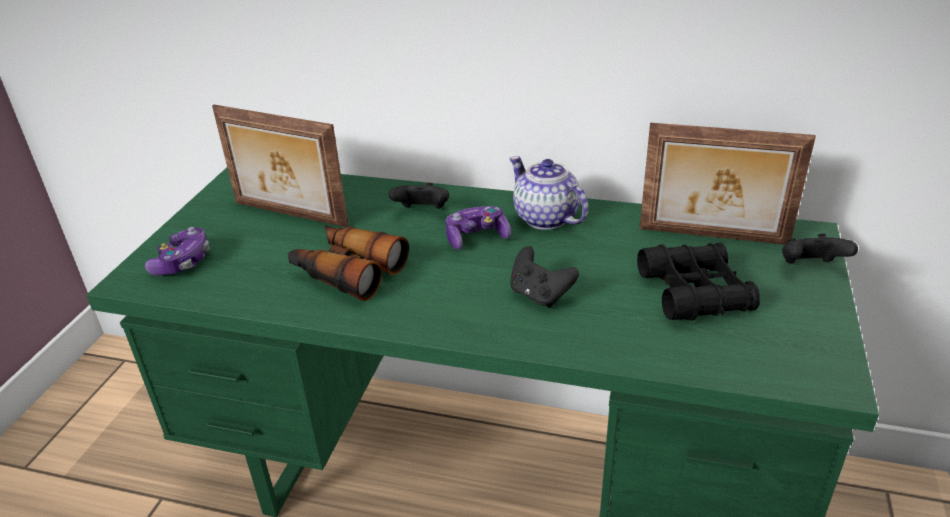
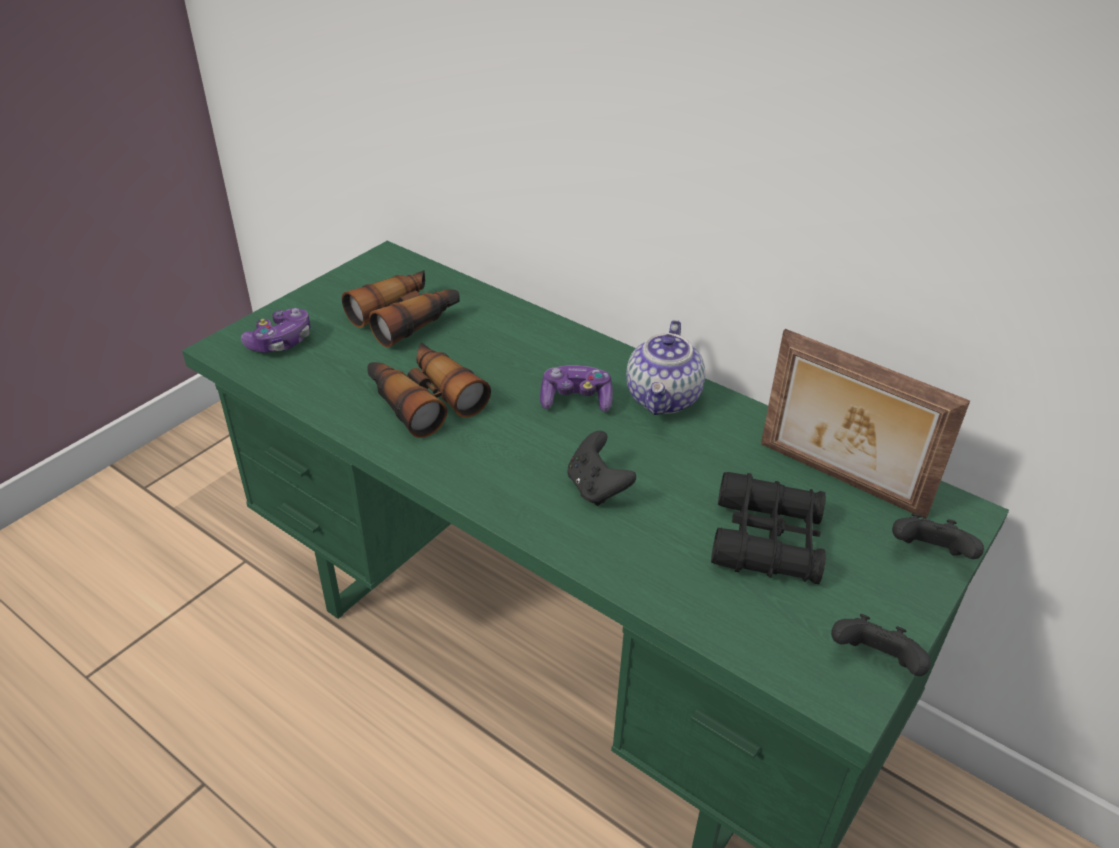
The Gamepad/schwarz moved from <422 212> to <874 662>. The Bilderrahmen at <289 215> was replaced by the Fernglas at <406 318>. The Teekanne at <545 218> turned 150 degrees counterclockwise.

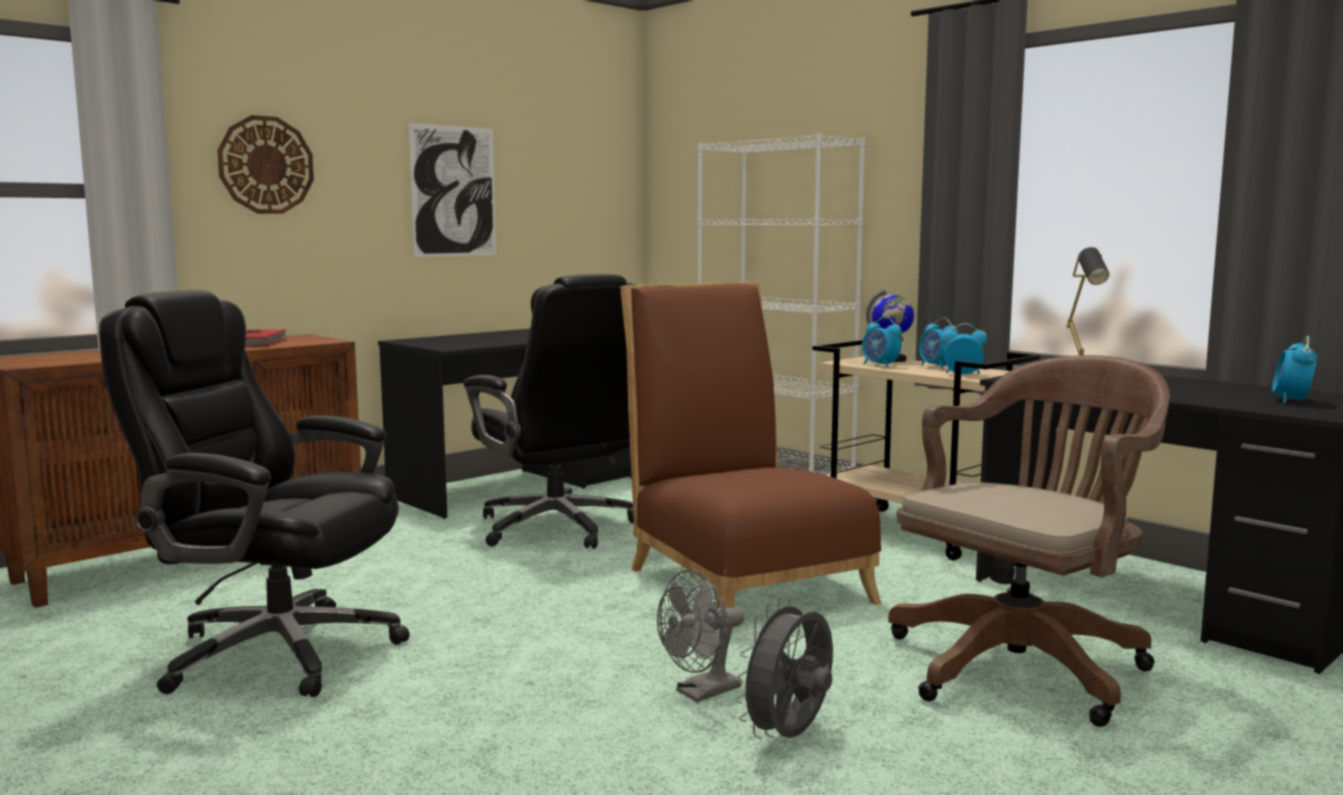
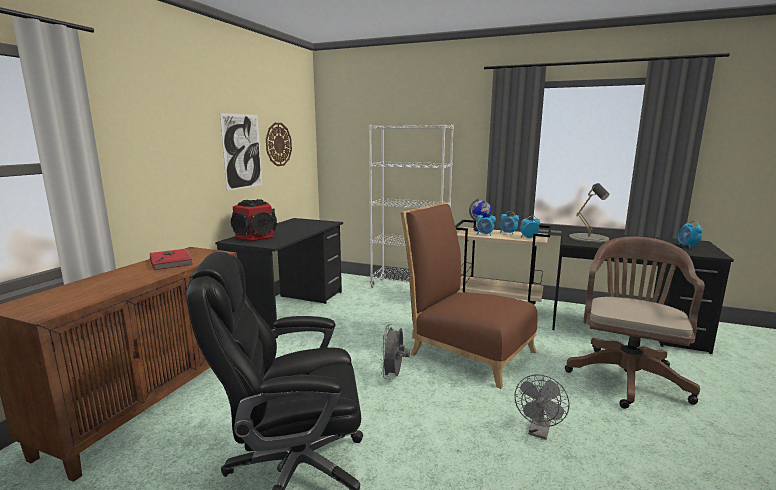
The Bürostuhl/schwarz at <558 528> disappeared. The Lautsprecher at <256 236> appeared. The Wanduhr moved from <266 165> to <278 144>. The Ventilator/grau moved from <789 737> to <394 375>.

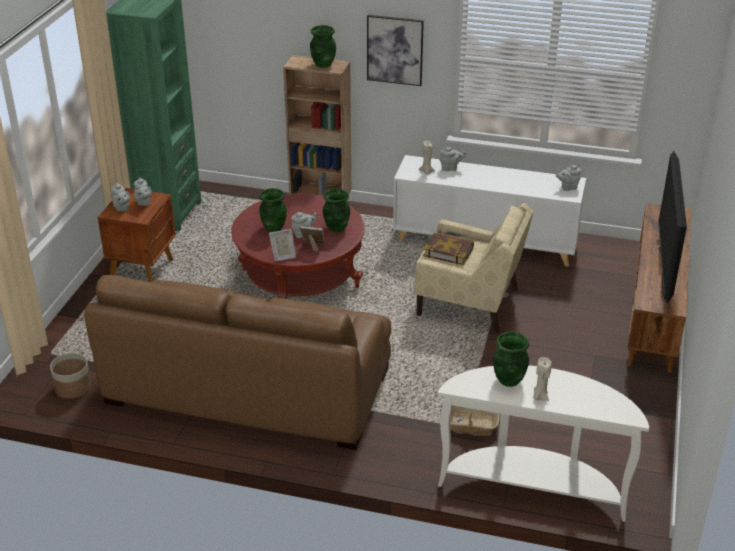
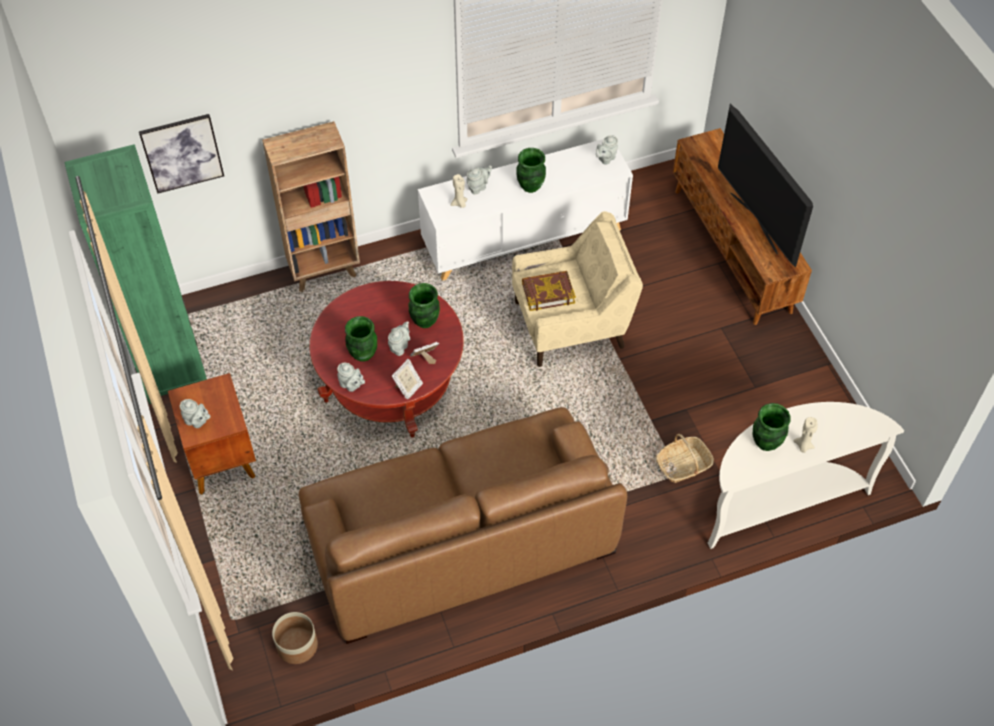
The Teekanne/grau moved from <143 203> to <351 385>. The Vase/grün moved from <323 64> to <530 186>. The Bild moved from <395 50> to <182 153>.

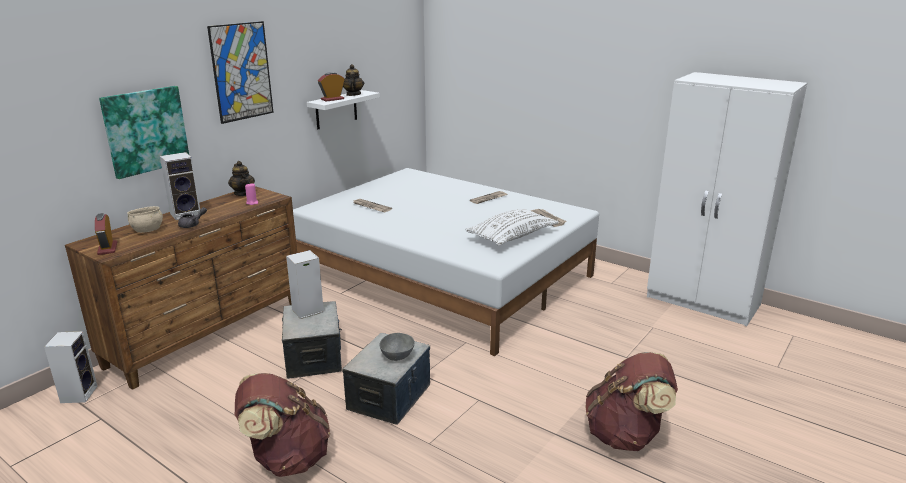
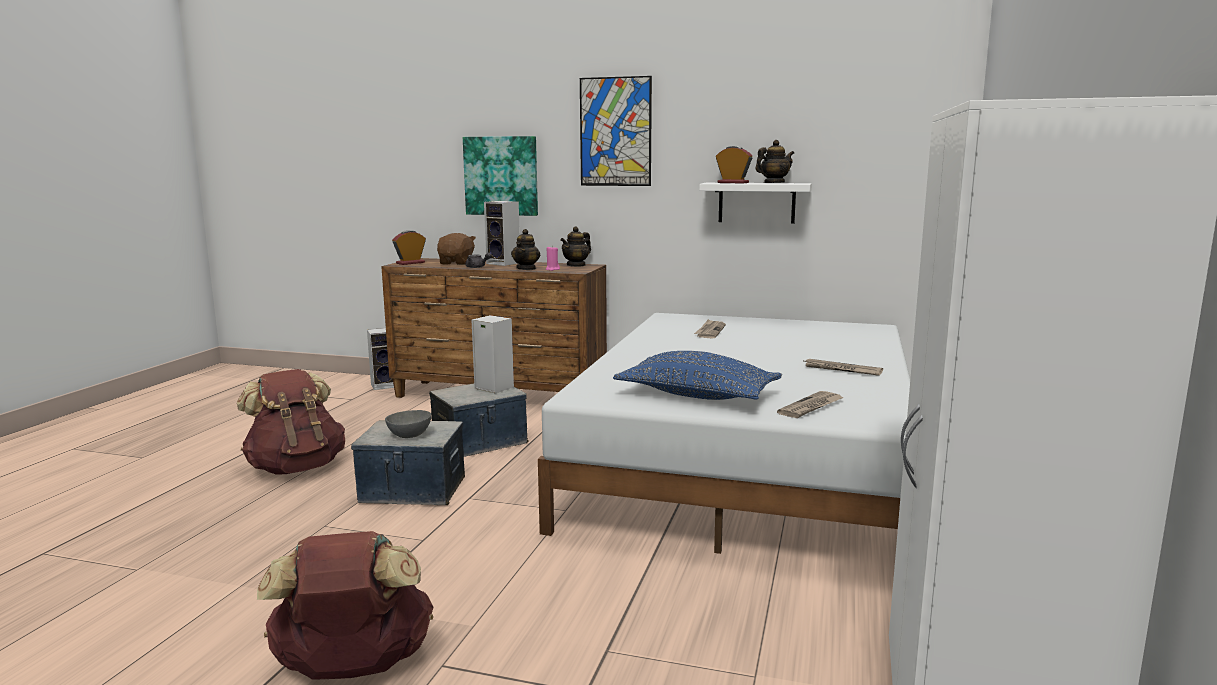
The Teekanne at <526 269> appeared. The Schüssel/beige at <148 230> was replaced by the Plüschtier/braun at <457 263>. The Kissen/weiß at <512 236> became the Kissen/blau at <697 395>.

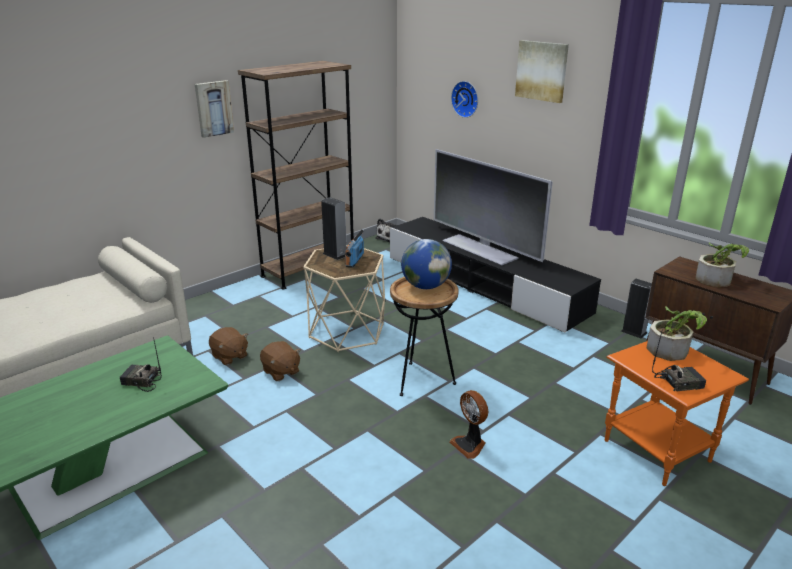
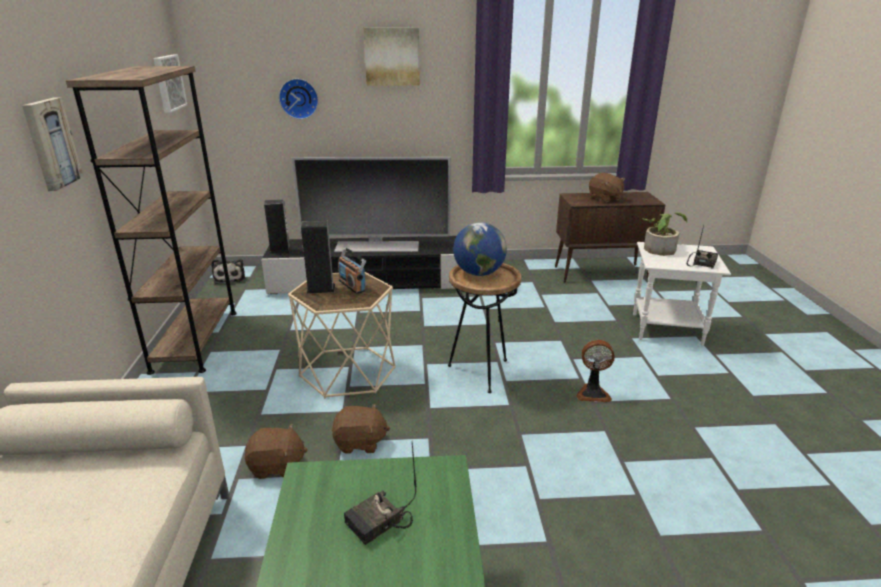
The Bild at <168 83> appeared. The Lautsprecher moved from <634 332> to <280 250>. The Topfpflanze at <717 279> was replaced by the Plüschtier/braun at <604 198>. The Beistelltisch/orange at <657 451> became the Beistelltisch/weiß at <667 329>.

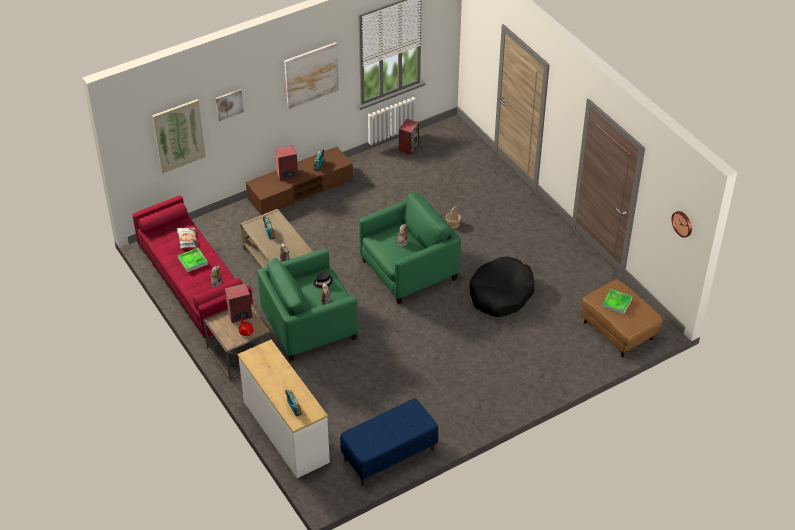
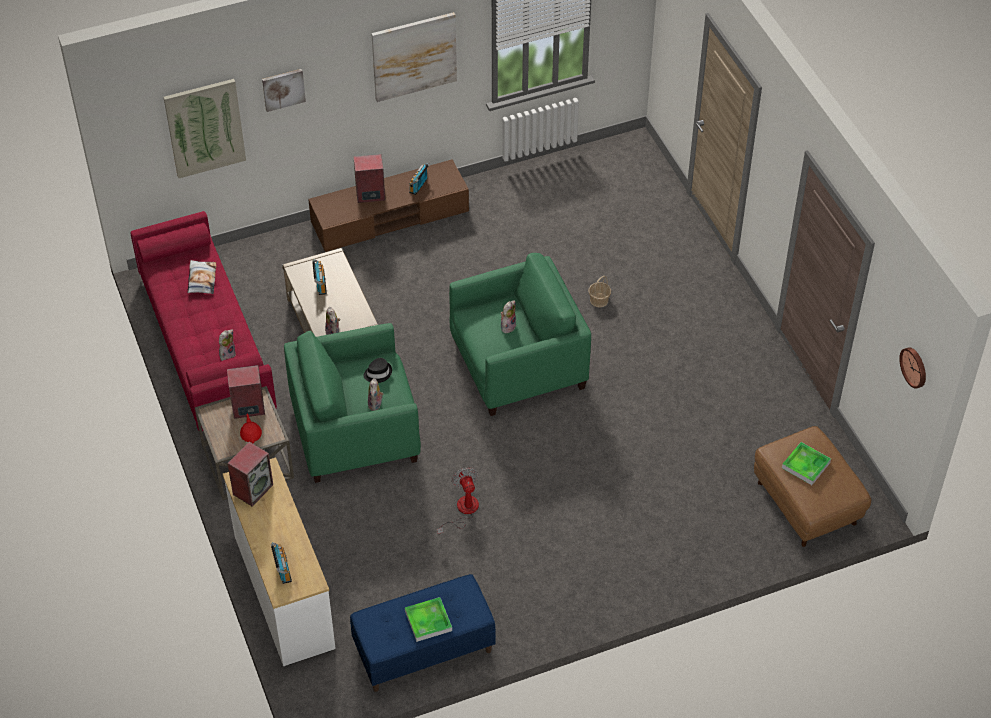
The Hundebett/schwarz at <501 294> disappeared. The Ventilator at <462 511> appeared. The Tablett moved from <192 261> to <428 621>. The Lautsprecher moved from <408 147> to <253 489>.

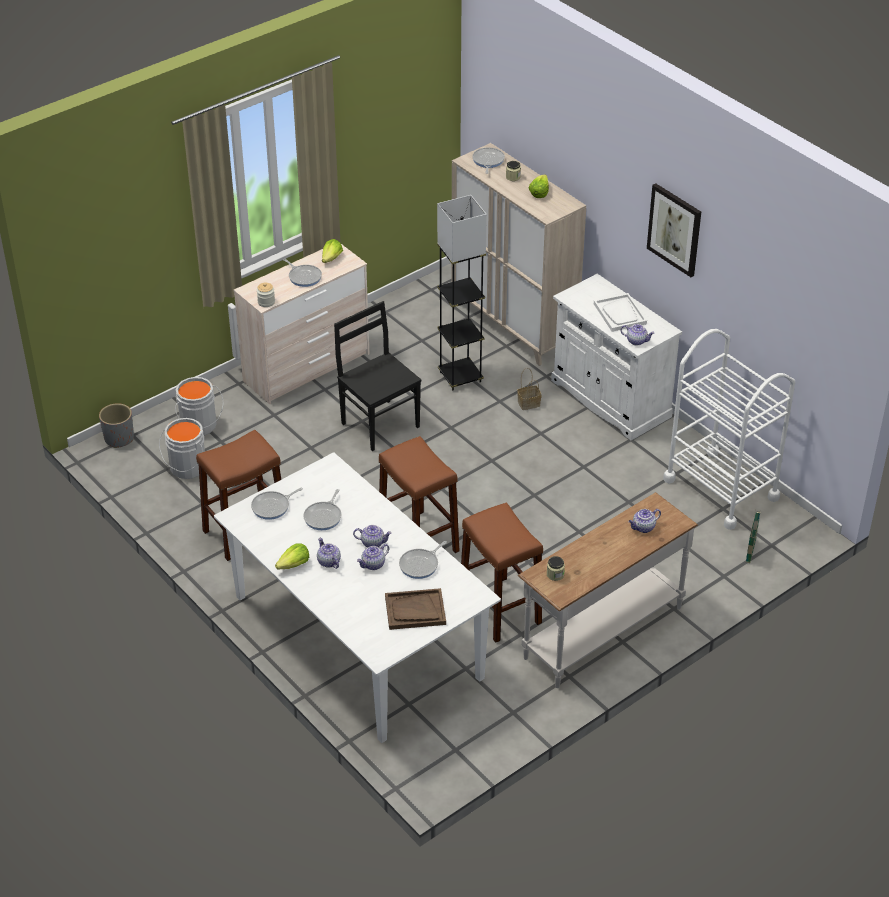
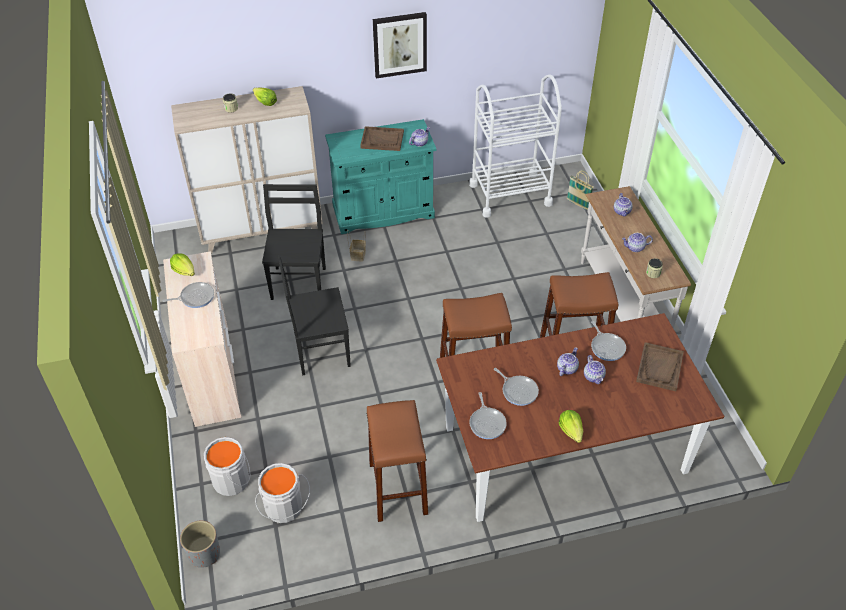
The Vorratsglas at <266 302> disappeared. The Pfanne at <488 161> disappeared. The Teekanne moved from <328 561> to <635 248>. The Stehlampe/grau at <460 377> was replaced by the Stuhl/schwarz at <299 282>. The Esstisch/weiß at <358 637> became the Esstisch/braun at <564 449>. The Schrank/weiß at <610 399> became the Schrank/türkis at <383 211>. The Tablett/weiß at <620 314> became the Tablett/braun at <382 140>.

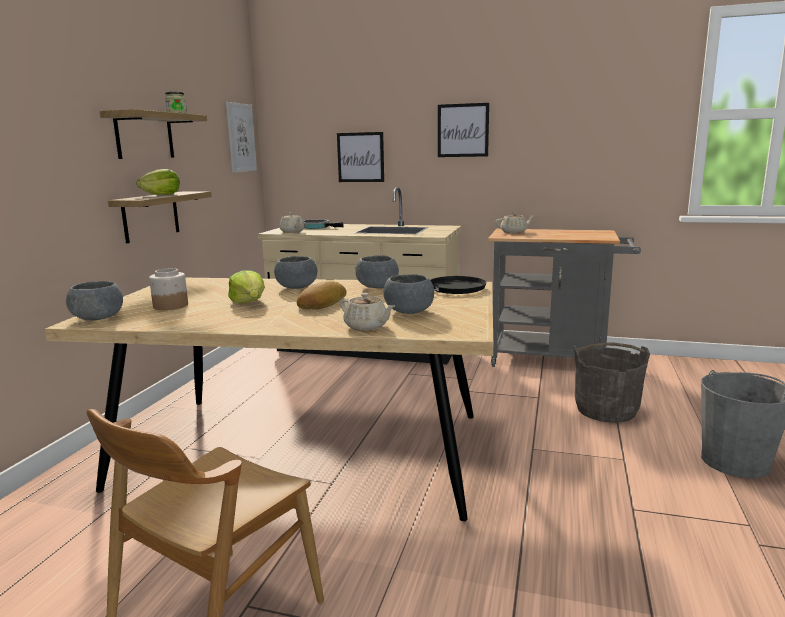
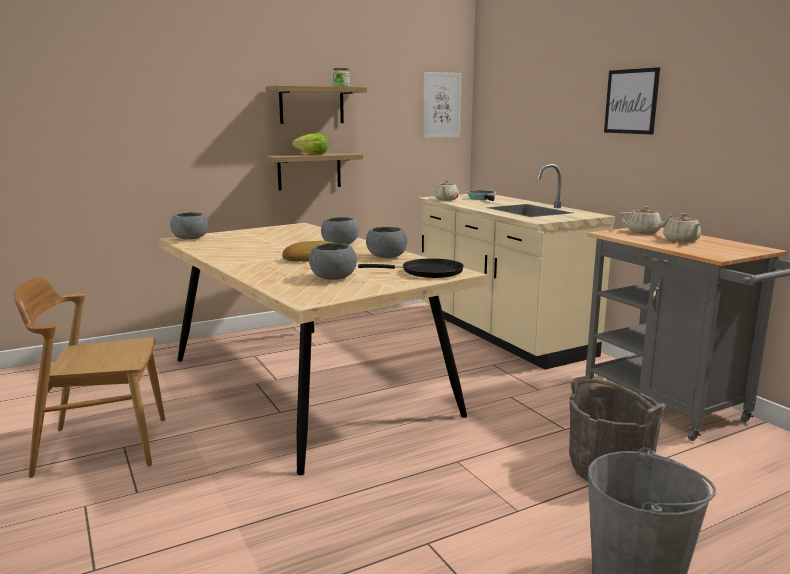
The Vorratsglas at <170 306> disappeared. The Salatkopf at <249 302> disappeared. The Bild at <360 157> disappeared. The Teekanne/beige moved from <367 327> to <681 240>.

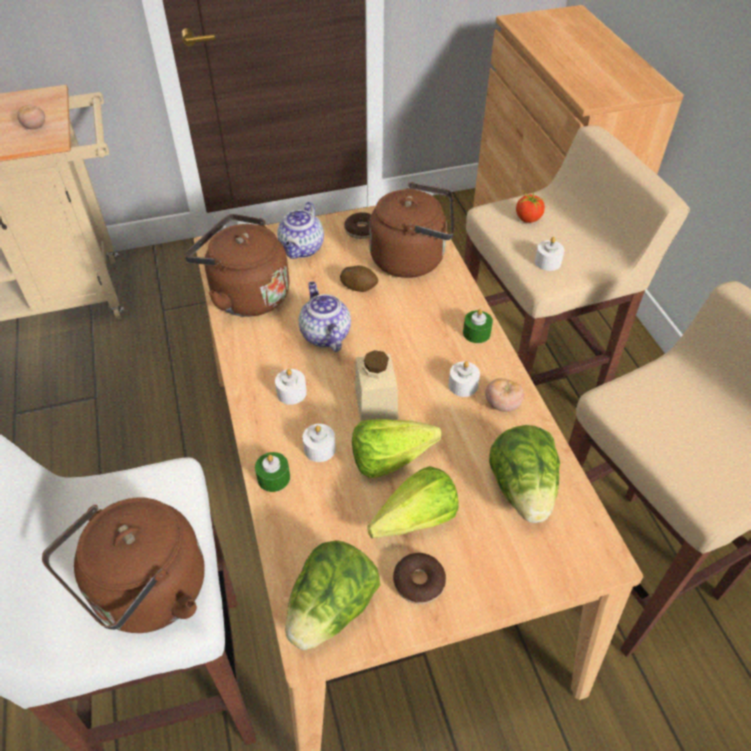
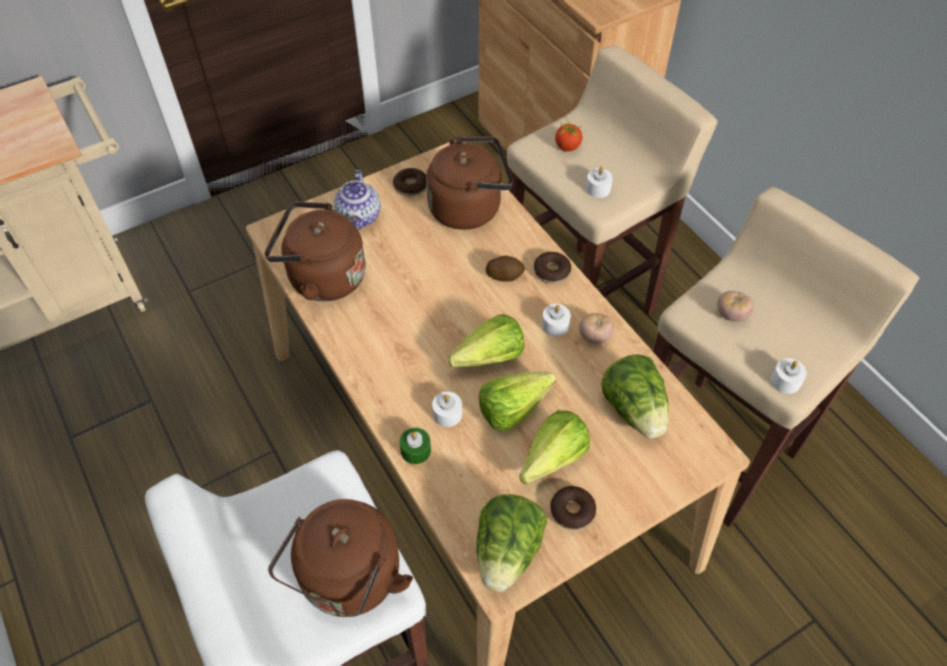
The Teekanne at <324 334> disappeared. The Tomate moved from <35 127> to <731 314>. The Kerze/weiß moved from <291 393> to <785 381>. The Kartoffel moved from <359 286> to <504 275>. The Vorratsglas/beige at <376 403> was replaced by the Salatkopf at <483 359>. The Kerze/grün at <476 333> was replaced by the Donut at <552 272>.

